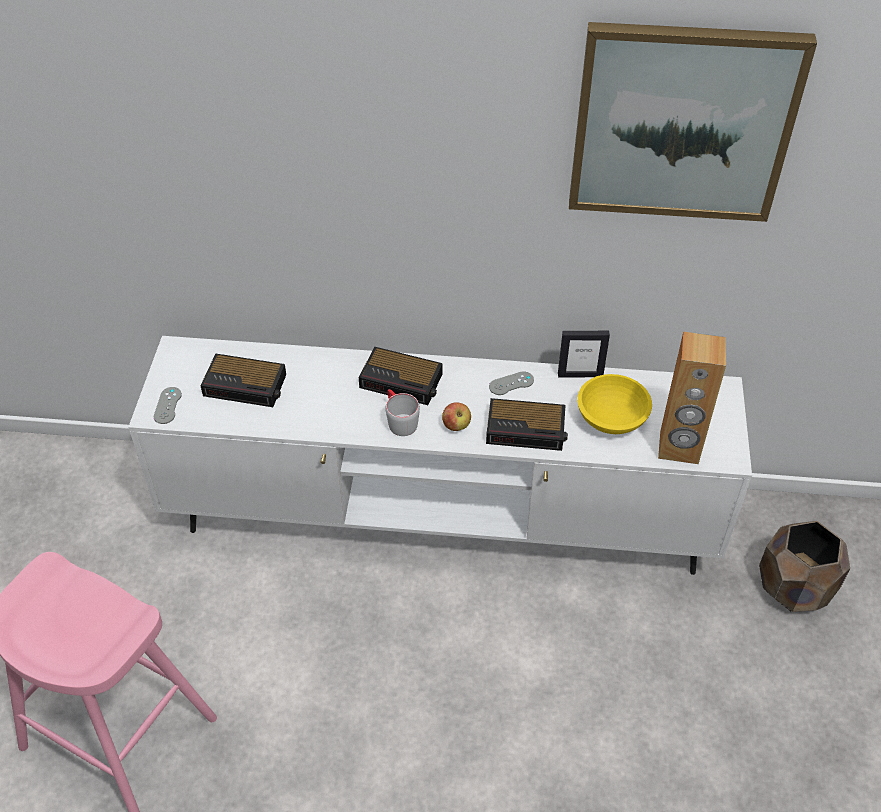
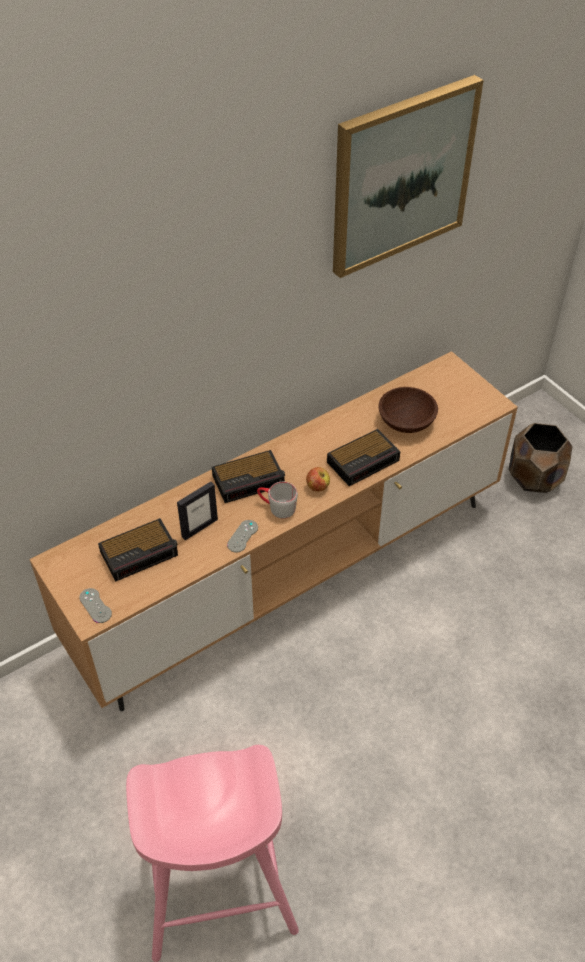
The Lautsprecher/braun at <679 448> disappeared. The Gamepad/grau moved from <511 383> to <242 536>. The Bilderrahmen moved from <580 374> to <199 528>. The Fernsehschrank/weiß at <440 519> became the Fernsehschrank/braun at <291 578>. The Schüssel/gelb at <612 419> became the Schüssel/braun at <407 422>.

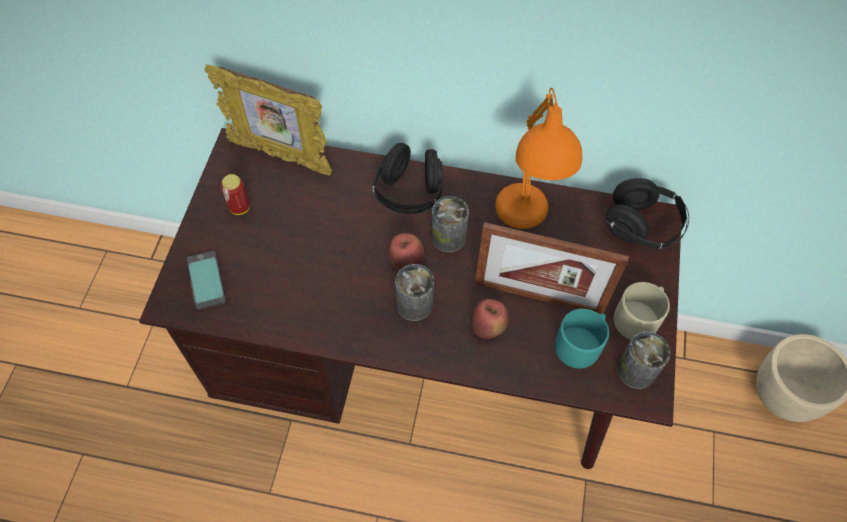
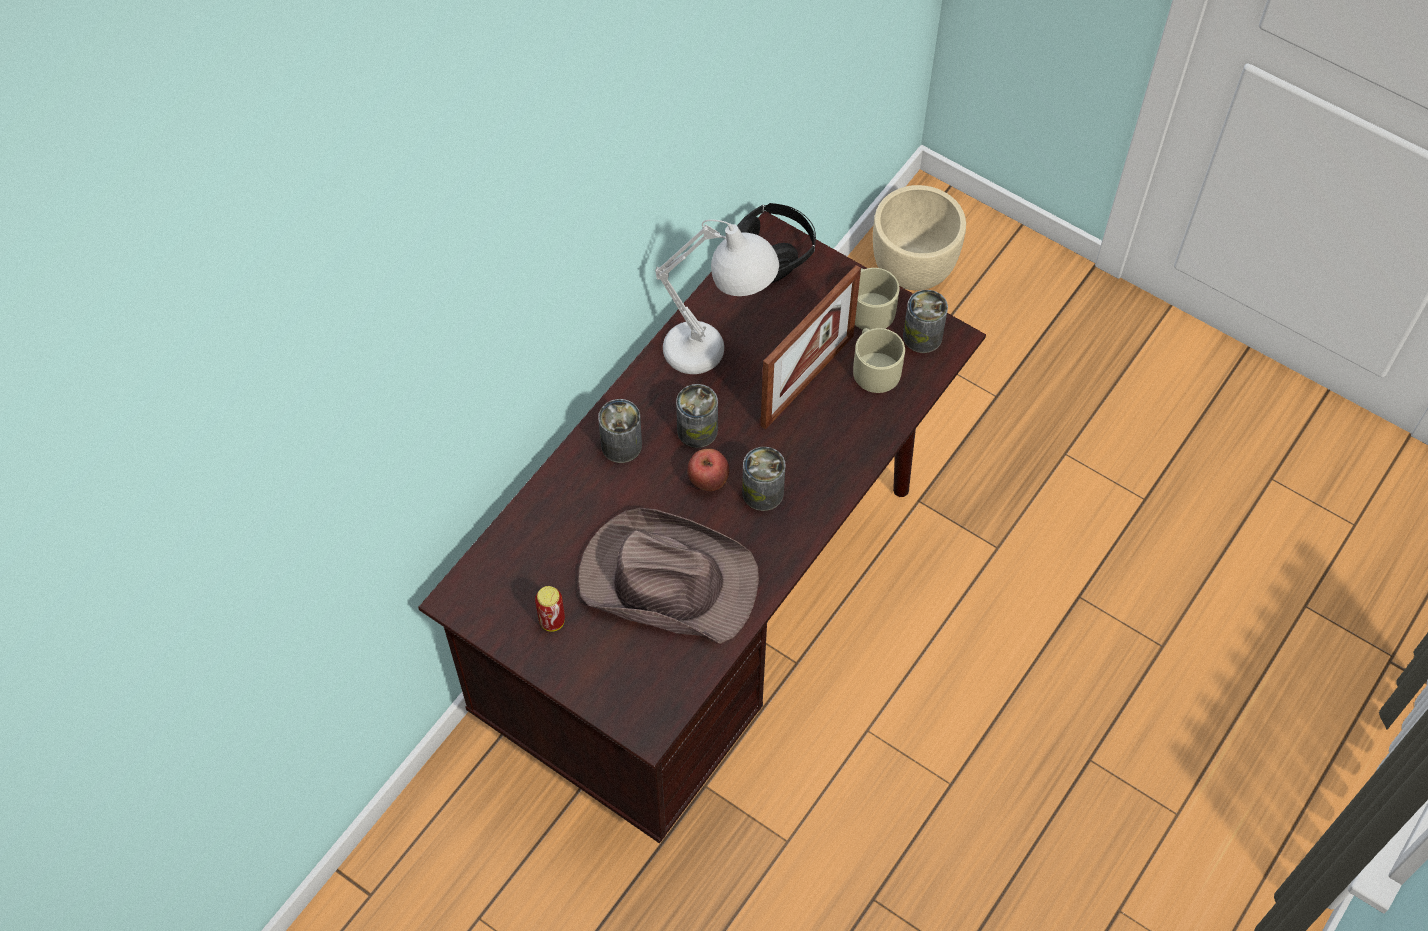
The Handy at <206 280> disappeared. The Bilderrahmen at <280 156> disappeared. The Apfel at <487 327> disappeared. The Hut/braun at <666 580> appeared. The Kopfhörer/schwarz at <409 193> was replaced by the Dose at <621 445>. The Tischlampe/orange at <523 225> became the Tischlampe/weiß at <717 357>. The Henkelbecher/türkis at <581 343> became the Henkelbecher/beige at <874 367>.

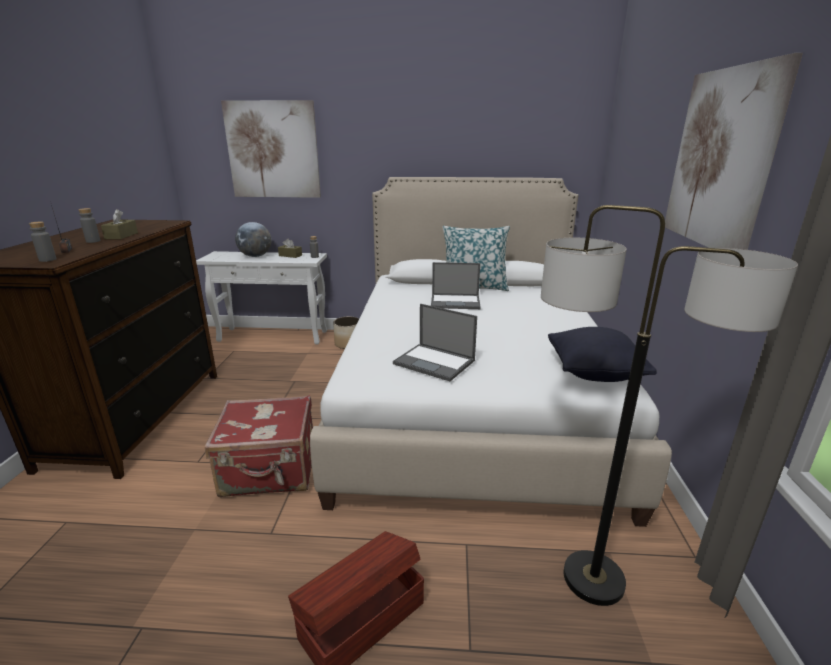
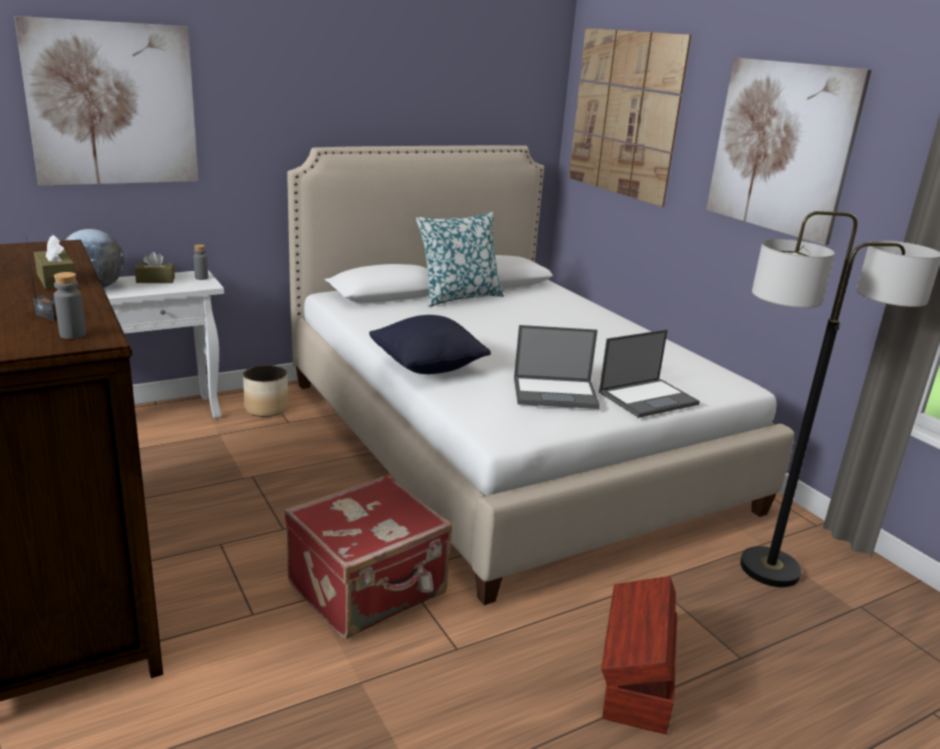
The Flasche/grau at <93 241> disappeared. The Bild at <624 114> appeared. The Laptop moved from <456 302> to <649 398>. The Kissen/schwarz moved from <594 373> to <427 367>.

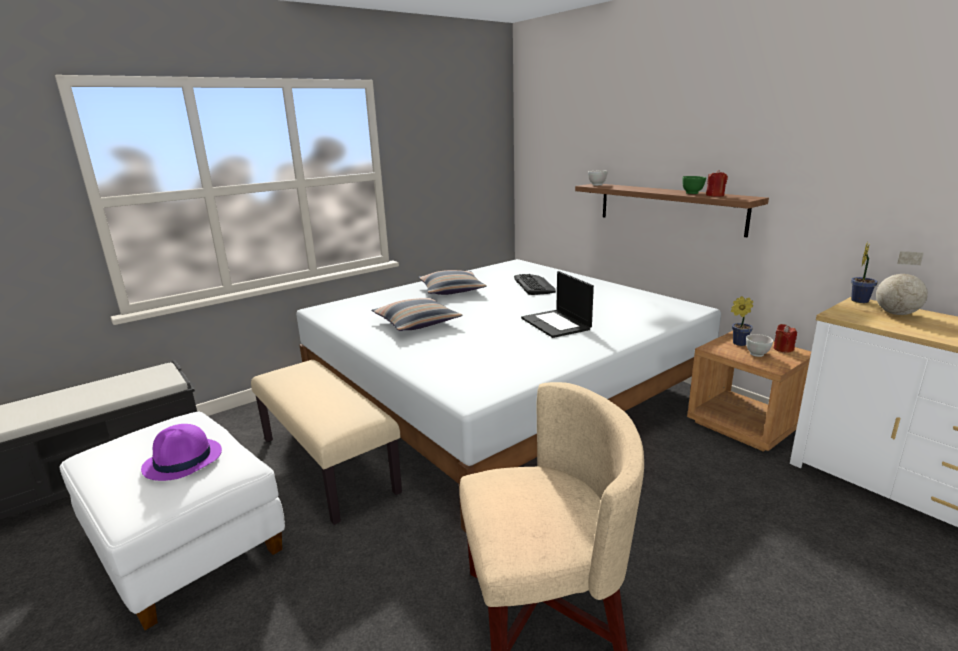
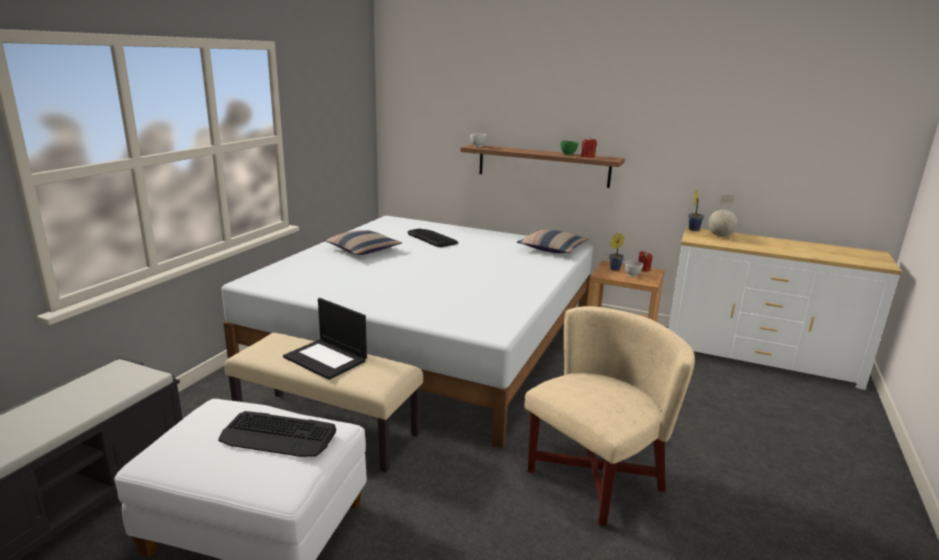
The Kissen moved from <416 323> to <552 249>. The Laptop moved from <556 324> to <326 359>. The Hut/lila at <183 460> was replaced by the Tastatur at <278 435>.

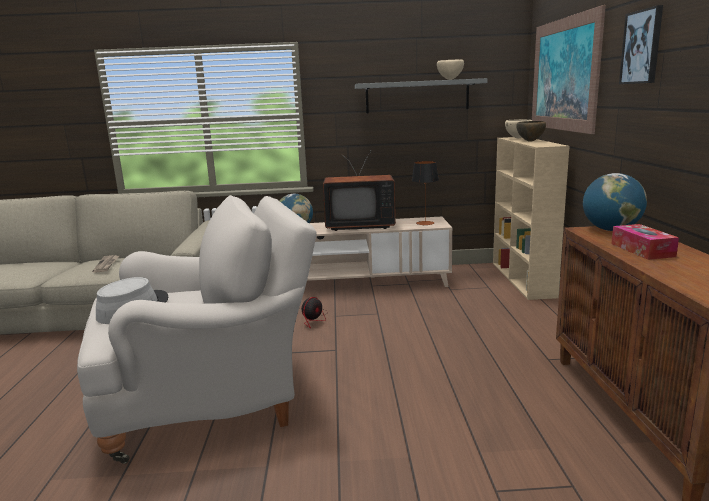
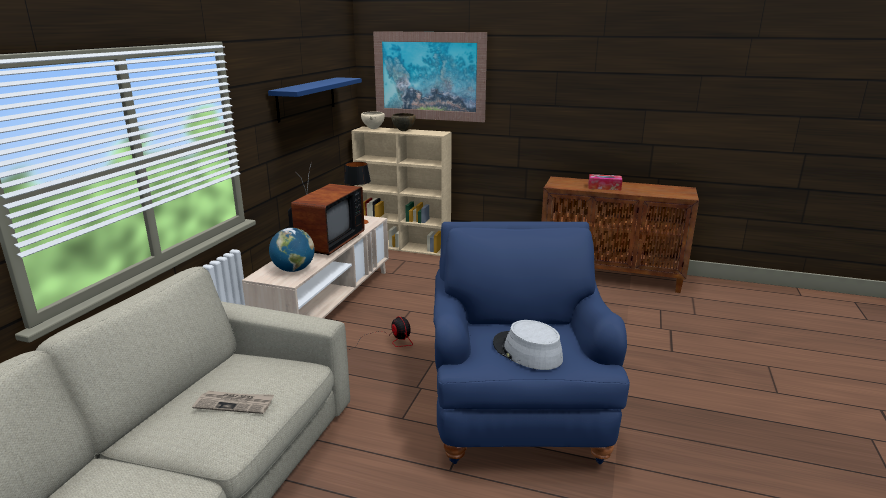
The Schüssel/beige at <450 79> disappeared. The Globus at <611 230> disappeared. The Bild at <642 47> disappeared. The Sessel/weiß at <211 400> became the Sessel/blau at <517 411>. The Wandregal/grau at <417 96> became the Wandregal/blau at <306 98>.

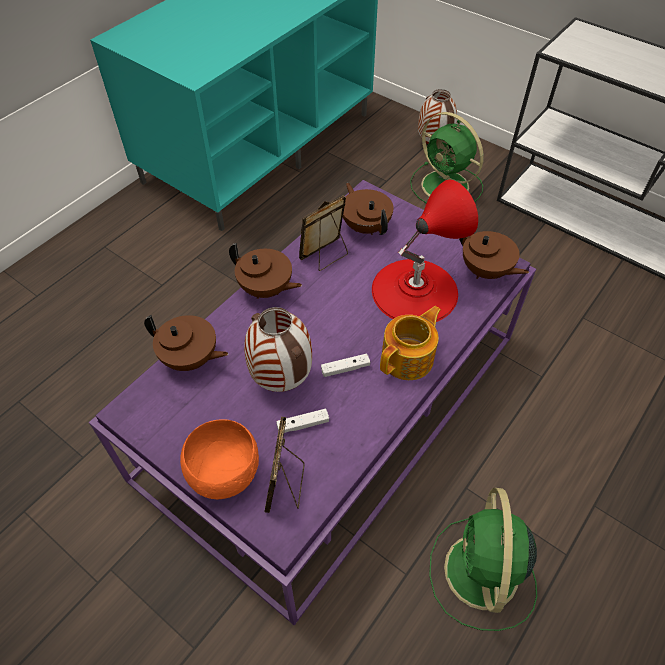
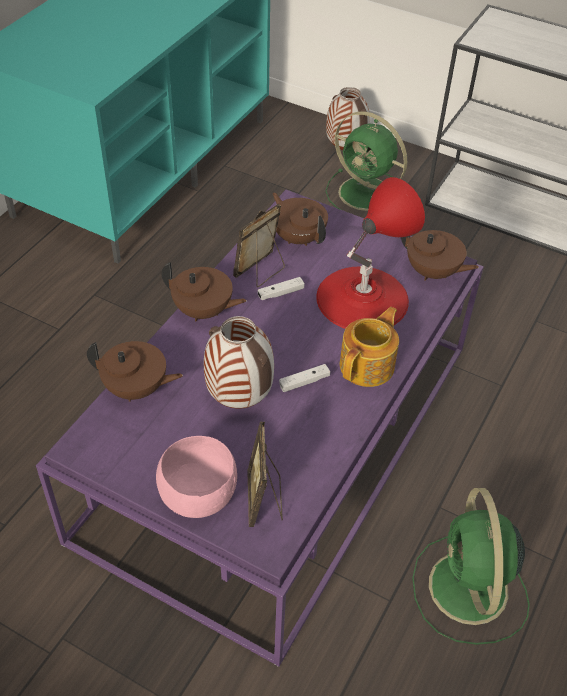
The Gamepad/weiß moved from <303 424> to <280 293>. The Schüssel/orange at <225 472> became the Schüssel/rosa at <199 495>.

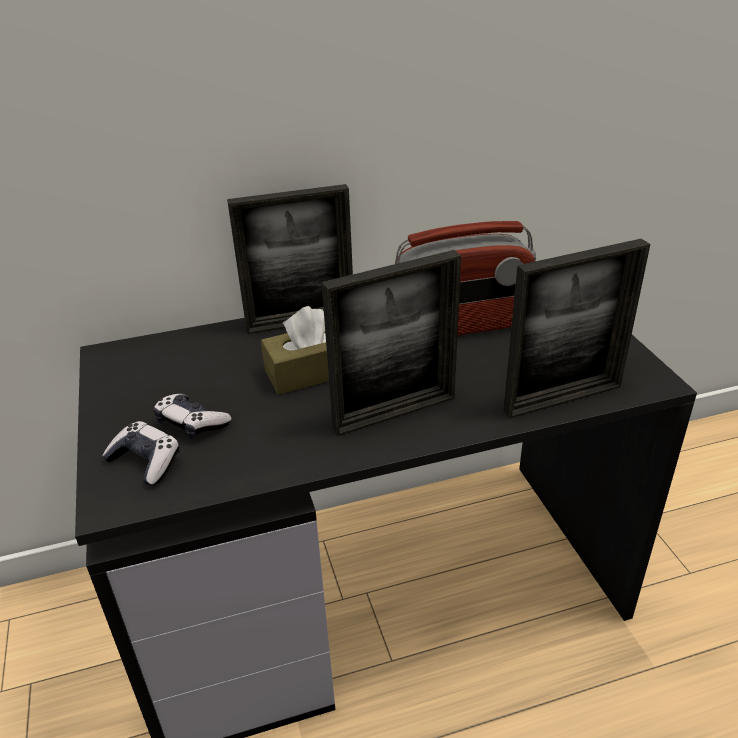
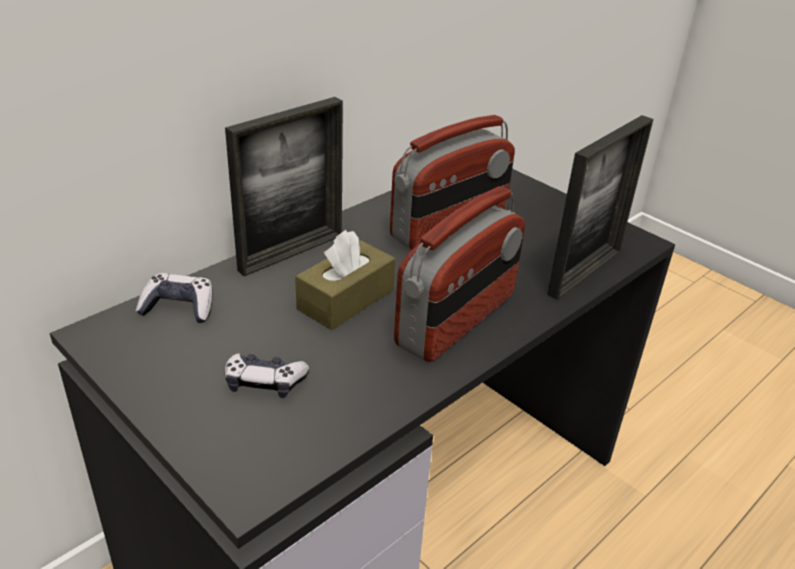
The Gamepad moved from <146 461> to <179 307>. The Bilderrahmen at <394 413> was replaced by the Radio at <457 320>.

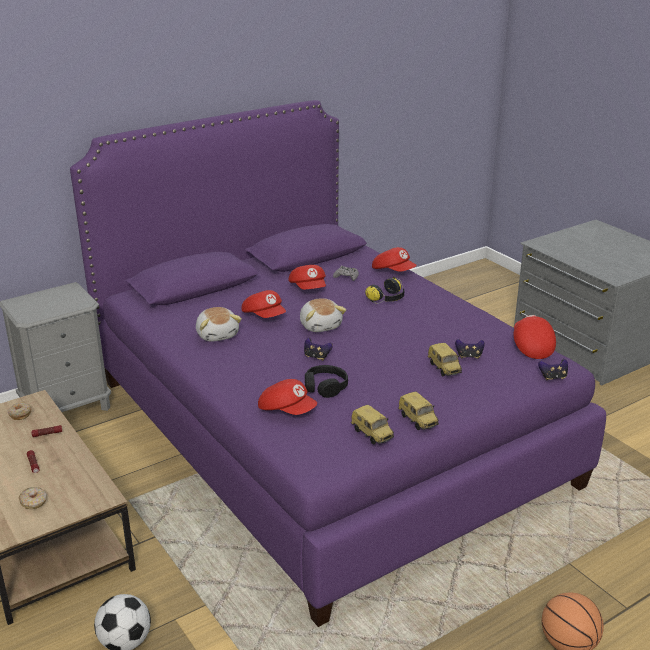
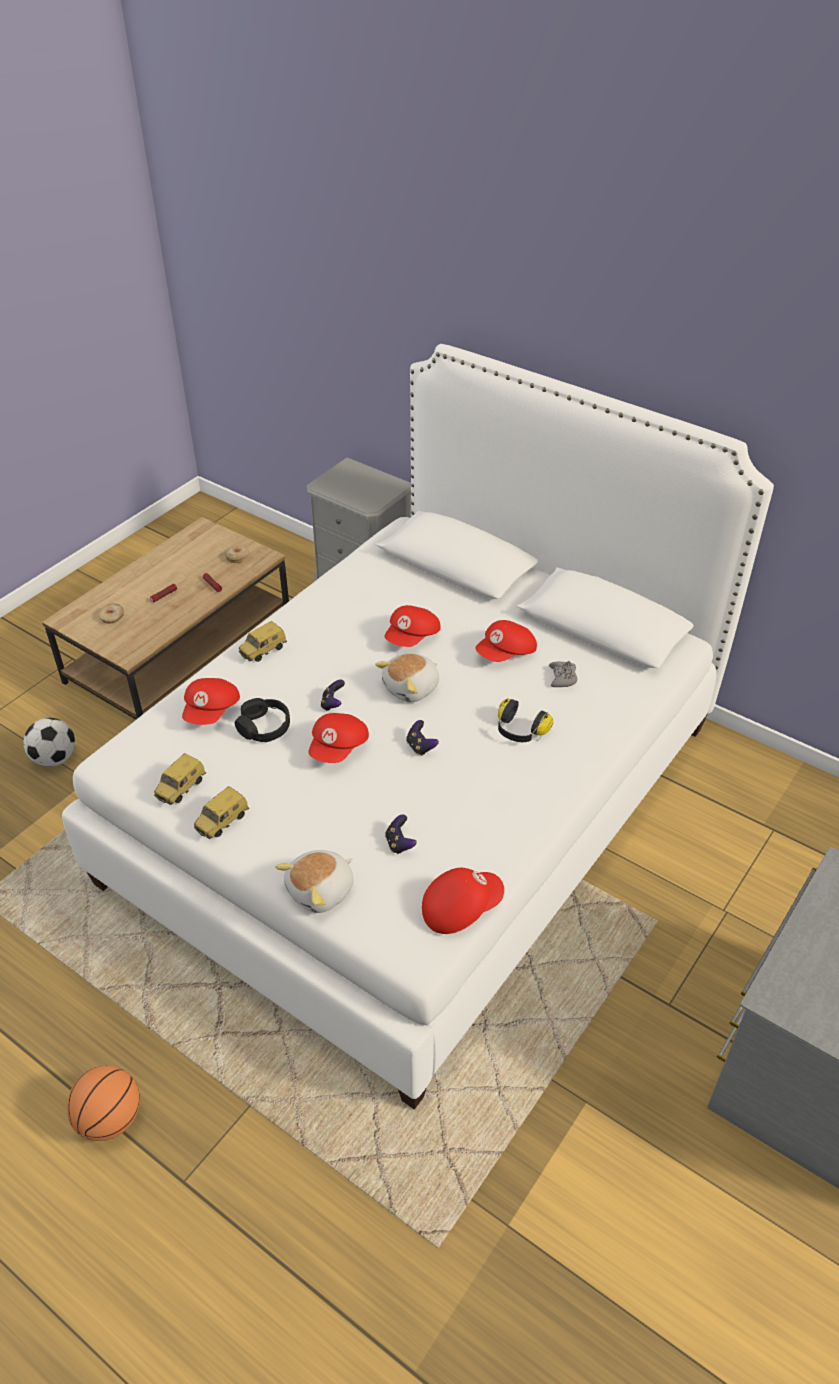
The Plüschtier moved from <218 334> to <321 891>. The Kappe/rot moved from <393 271> to <339 748>. The Spielzeugauto moved from <445 369> to <264 652>. The Gamepad moved from <553 377> to <420 747>. The Bett/lila at <323 430> became the Bett/weiß at <418 800>.

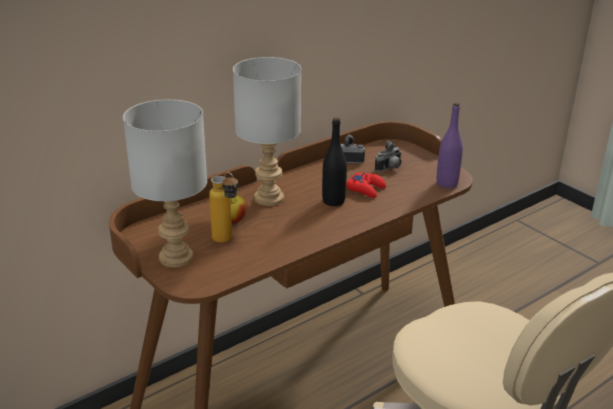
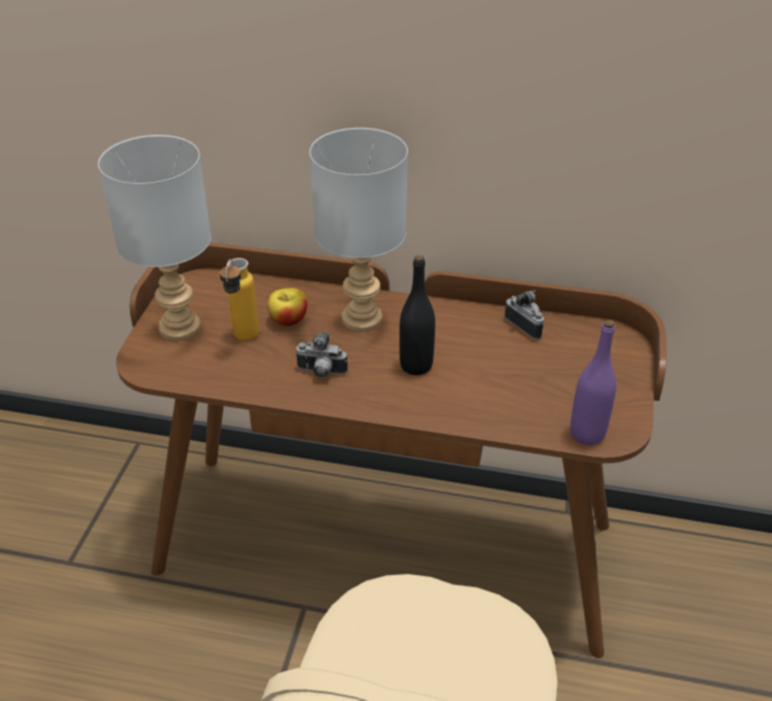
The Gamepad/rot at <366 189> disappeared. The Kamera moved from <389 168> to <321 373>.

